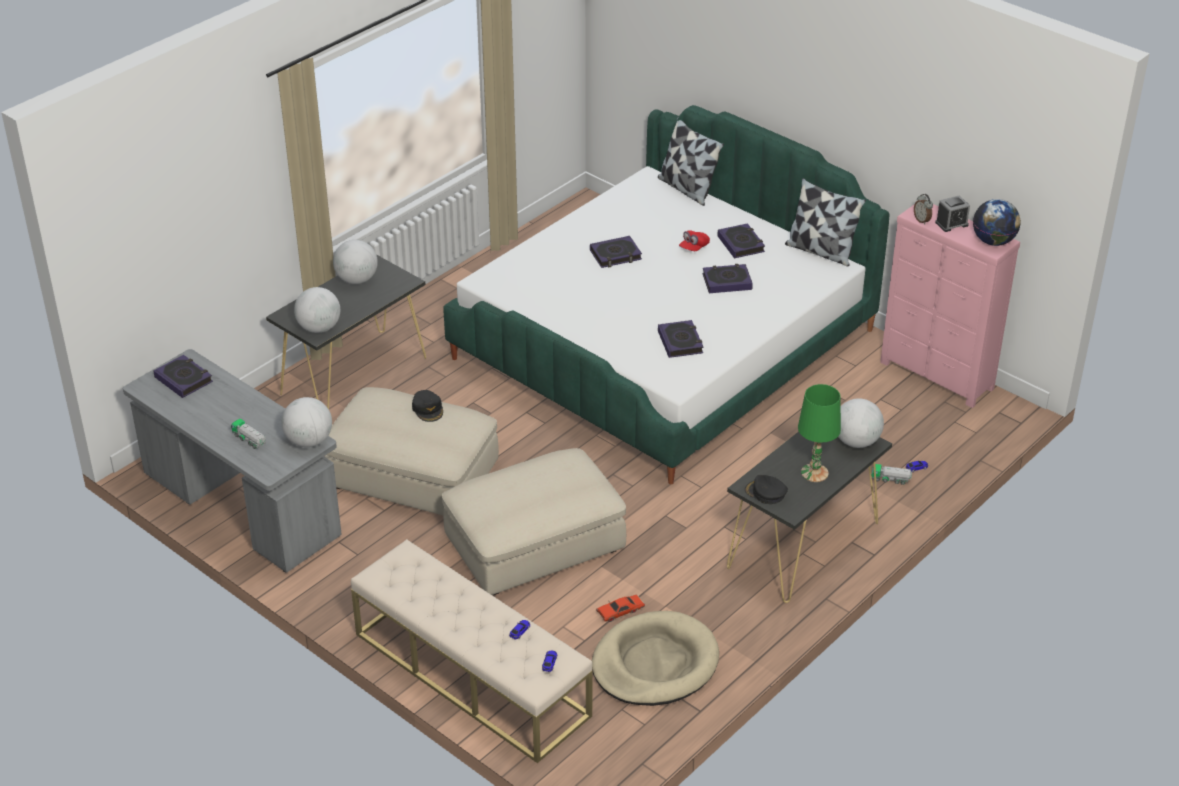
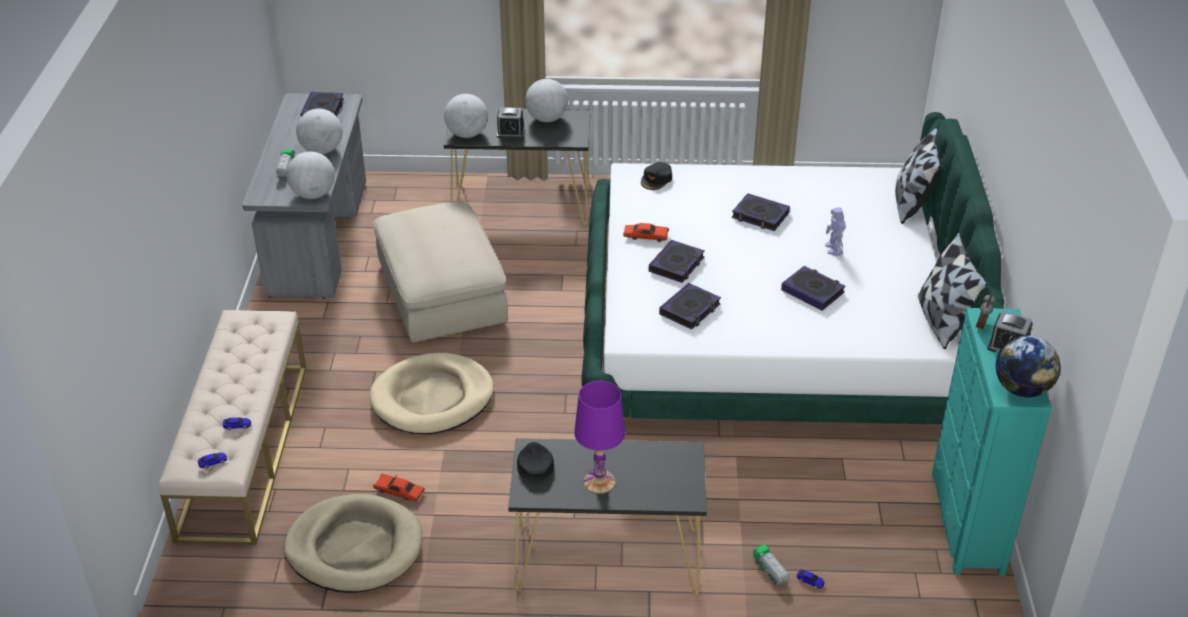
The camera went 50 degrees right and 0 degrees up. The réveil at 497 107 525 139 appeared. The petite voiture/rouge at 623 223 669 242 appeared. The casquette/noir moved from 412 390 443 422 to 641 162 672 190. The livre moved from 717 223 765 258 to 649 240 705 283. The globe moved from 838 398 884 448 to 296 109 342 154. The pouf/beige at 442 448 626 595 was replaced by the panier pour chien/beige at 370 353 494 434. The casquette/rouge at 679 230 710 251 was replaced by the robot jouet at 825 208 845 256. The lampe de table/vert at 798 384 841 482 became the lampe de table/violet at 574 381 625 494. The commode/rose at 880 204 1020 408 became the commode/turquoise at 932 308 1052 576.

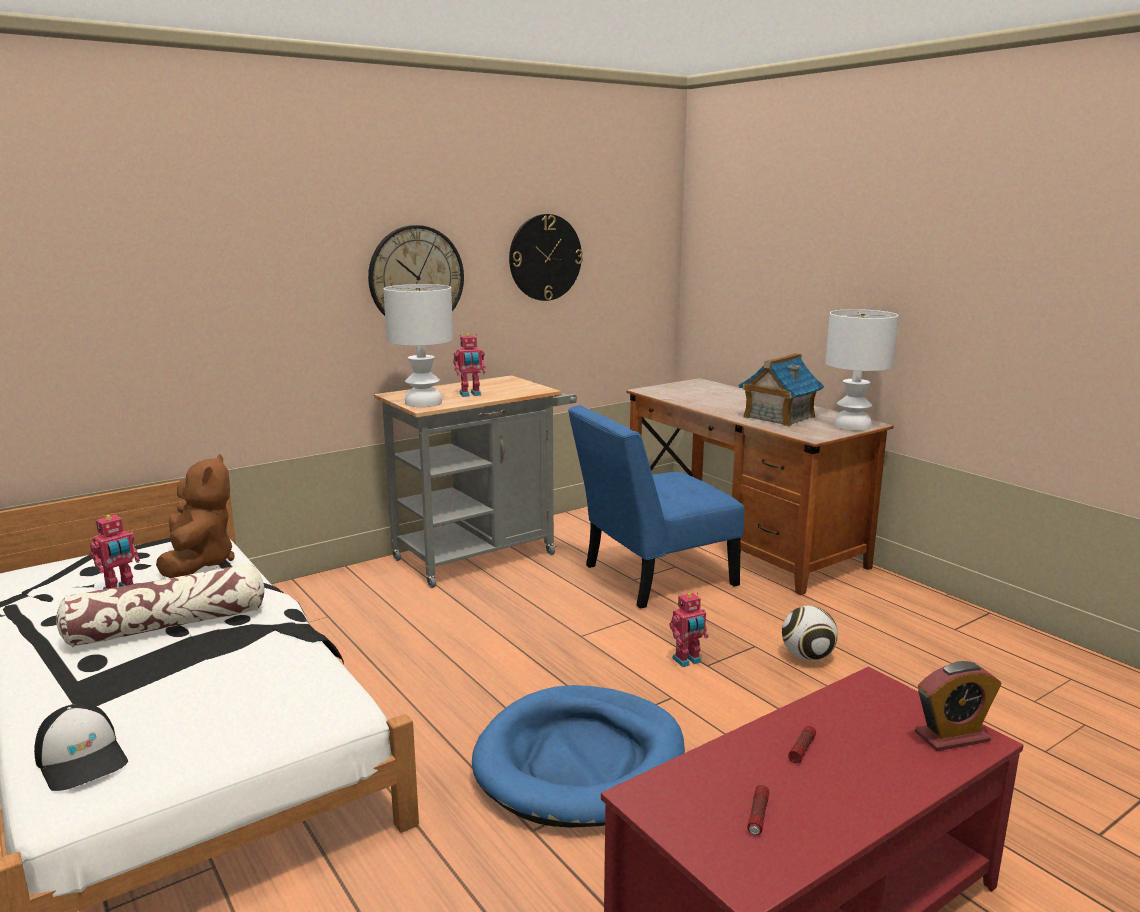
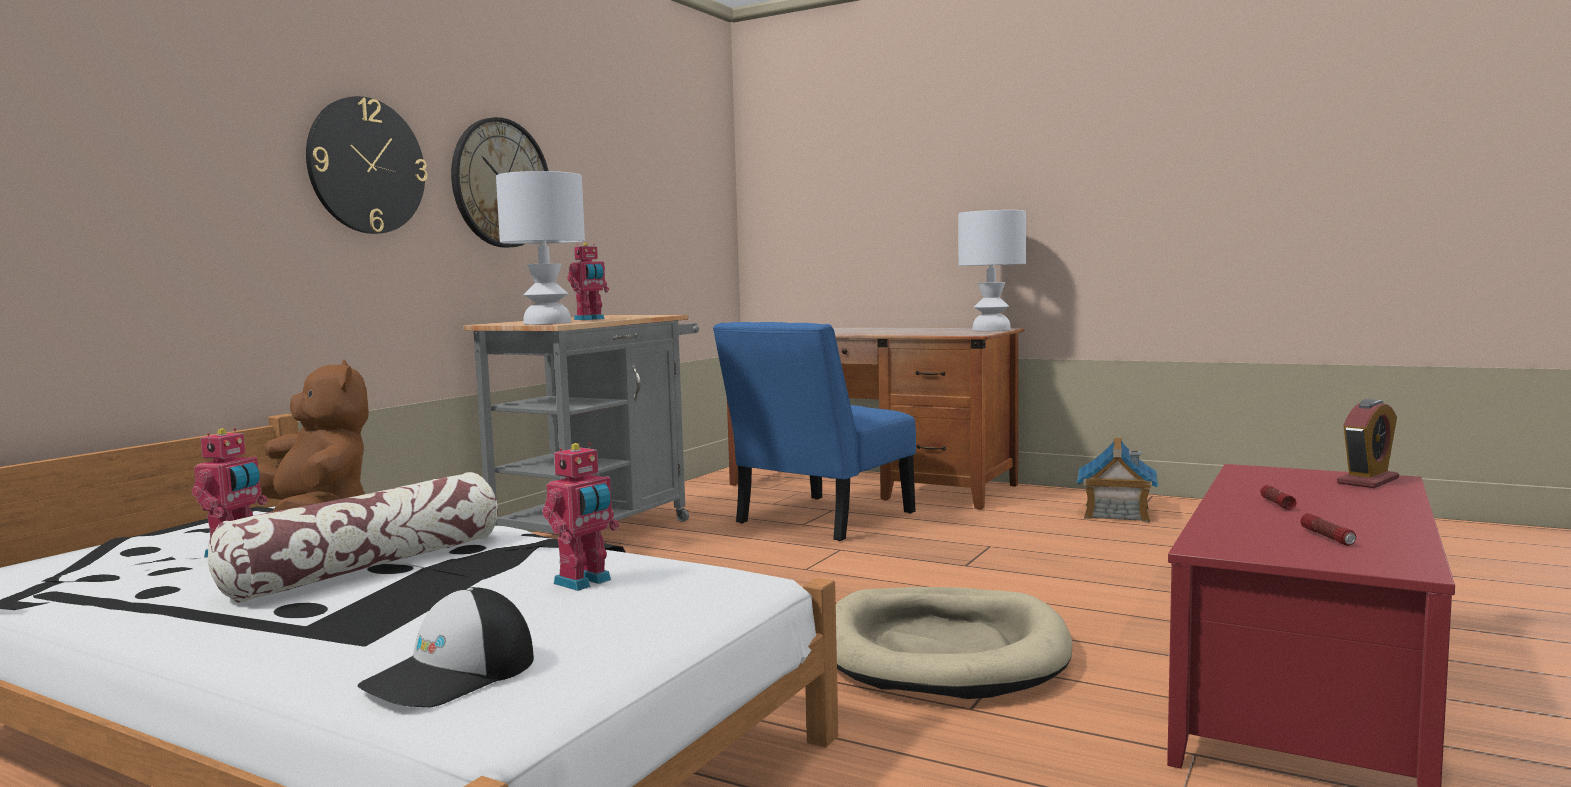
The camera went 25 degrees left and 10 degrees down. The ballon de foot at 782 606 838 661 disappeared. The horloge murale moved from 509 214 583 301 to 306 96 427 234. The robot jouet moved from 669 592 709 667 to 542 443 619 591. The maison miniature moved from 738 353 824 427 to 1077 437 1159 522. The panier pour chien/bleu at 472 685 685 828 became the panier pour chien/beige at 836 587 1073 699. The casquette at 34 703 128 791 turned 105 degrees clockwise.

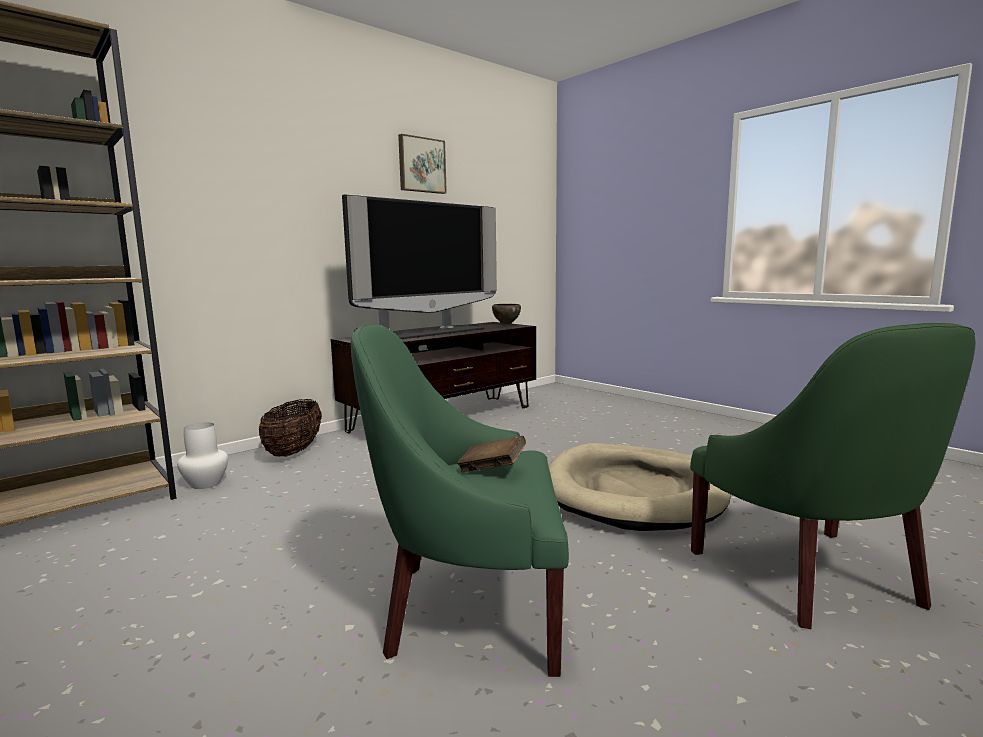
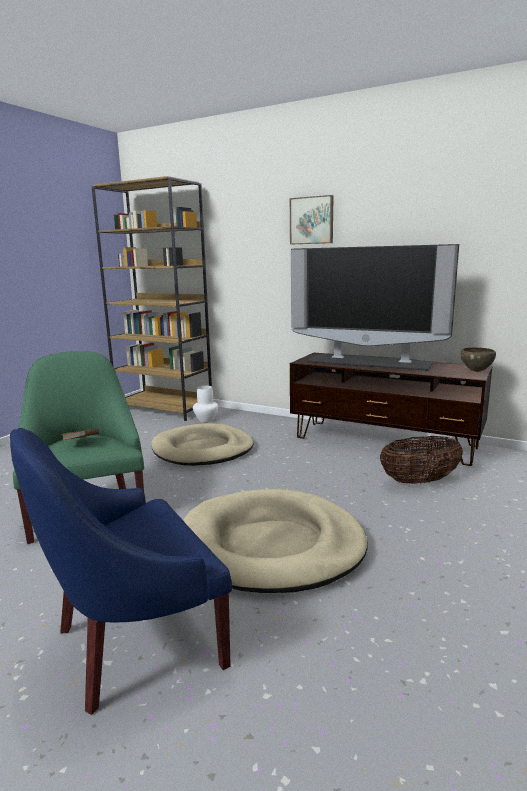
The camera went 70 degrees right and 5 degrees up. The panier pour chien/beige at 151 423 254 466 appeared. The panier moved from 259 399 322 457 to 380 436 463 484. The tableau moved from 398 134 447 194 to 290 195 334 244. The fauteuil/vert at 690 323 975 629 became the fauteuil/bleu at 10 428 232 715.

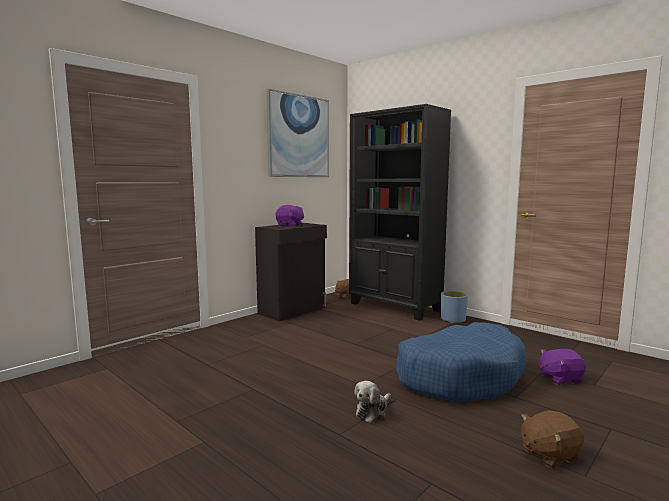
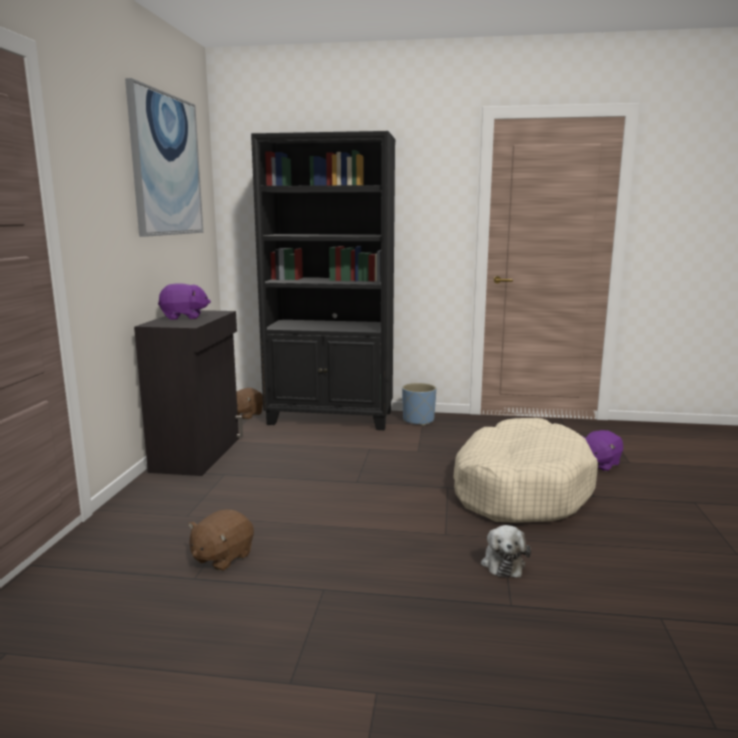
The camera went 35 degrees left and 5 degrees up. The peluche/marron moved from 521 411 585 469 to 188 509 254 571. The panier pour chien/bleu at 396 322 526 402 became the panier pour chien/beige at 453 418 598 523.

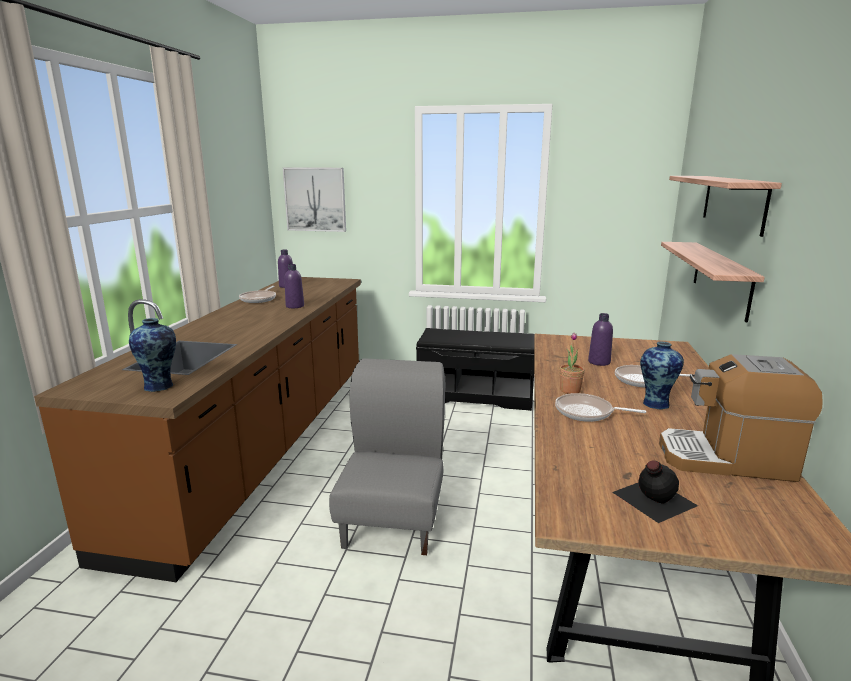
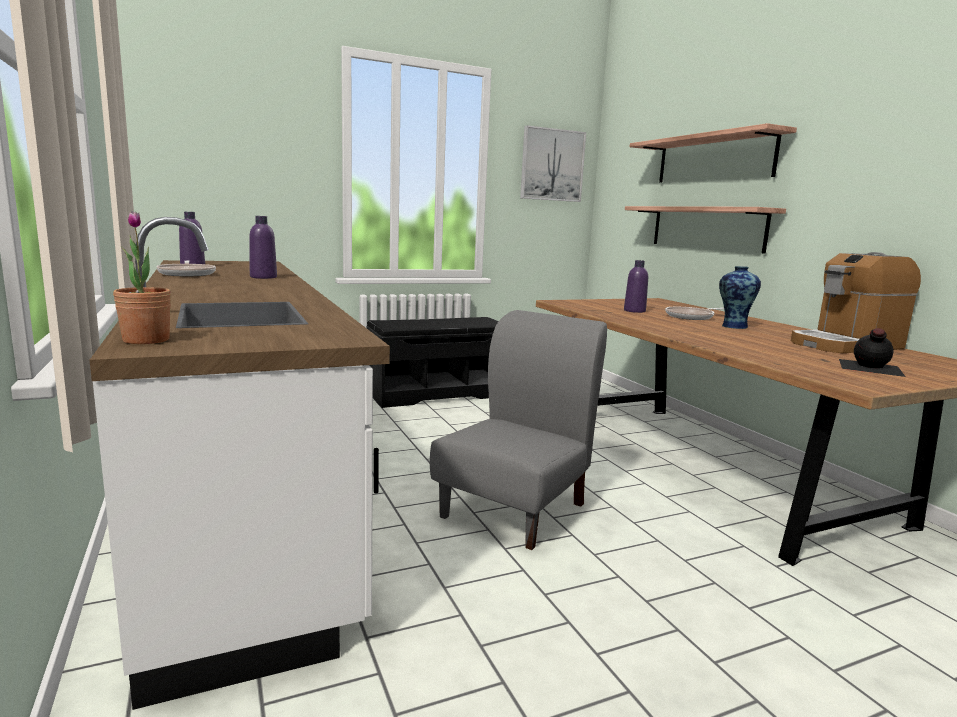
The camera went 35 degrees left and 5 degrees down. The vase at 129 318 176 392 disappeared. The poêle at 555 393 646 422 disappeared. The tableau moved from 283 168 346 232 to 520 125 586 202. The plante en pot moved from 560 332 585 394 to 113 211 171 344. The comptoir de cuisine/marron at 34 277 361 582 became the comptoir de cuisine/blanc at 90 217 390 710. The chaise/gris at 329 358 445 555 turned 60 degrees clockwise.

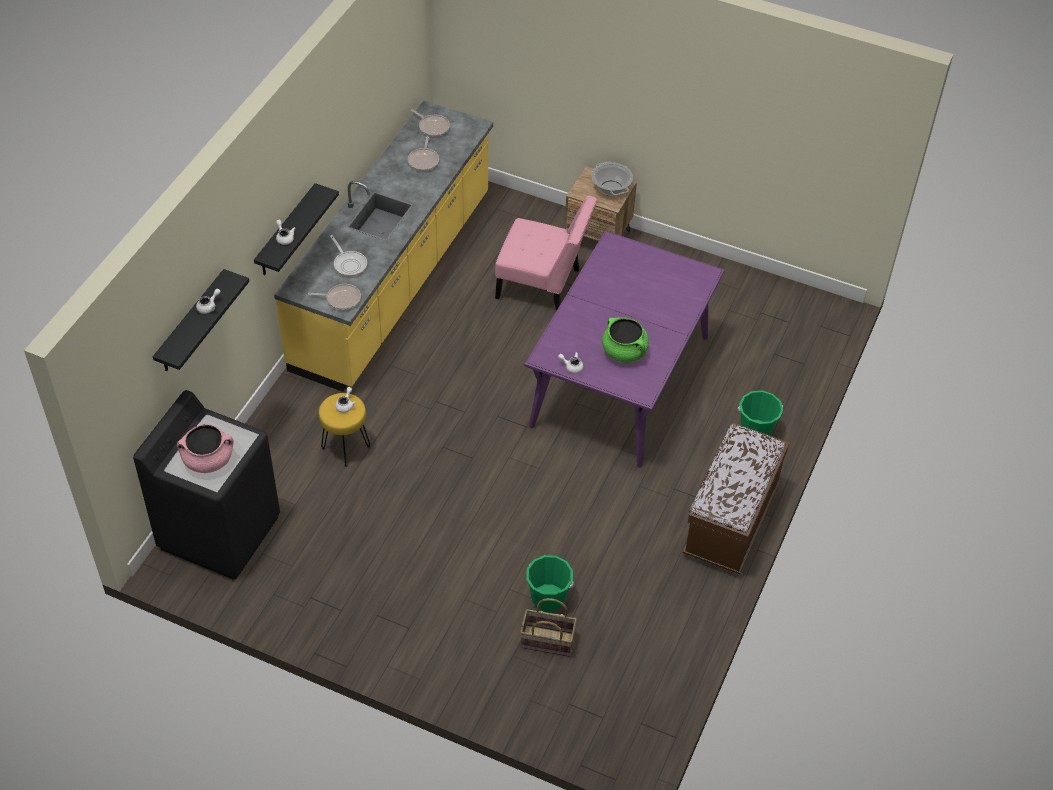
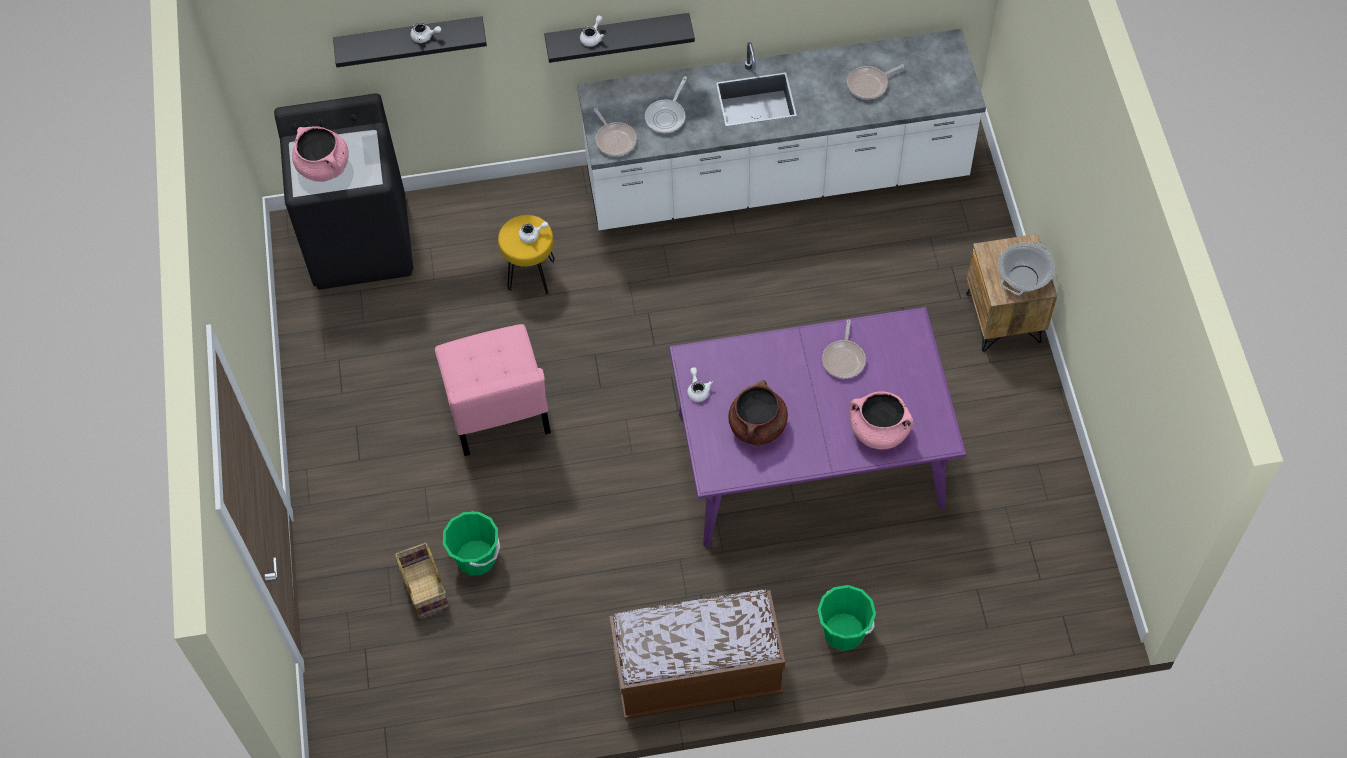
The camera went 60 degrees right and 10 degrees up. The marmite/rose at 850 391 913 449 appeared. The poêle moved from 411 109 450 136 to 822 320 866 379. The chaise/rose moved from 495 196 597 311 to 435 324 551 456. The comptoir de cuisine/jaune at 274 101 493 392 became the comptoir de cuisine/blanc at 577 29 986 230. The marmite/vert at 602 318 649 363 became the marmite/marron at 729 380 788 446.

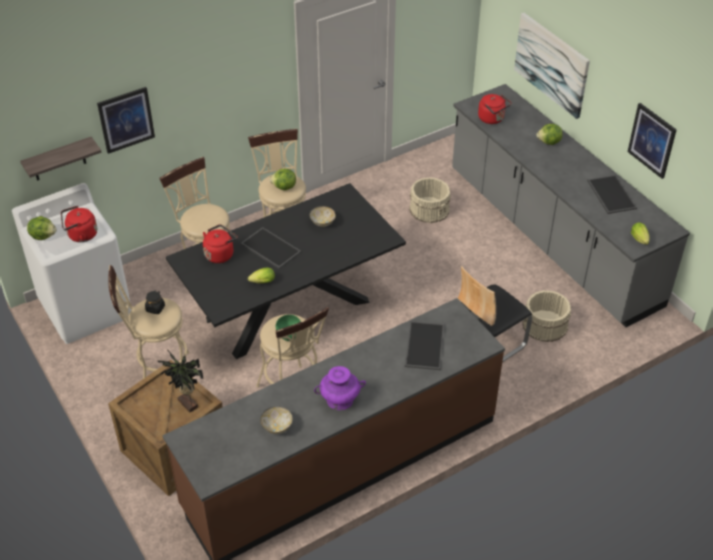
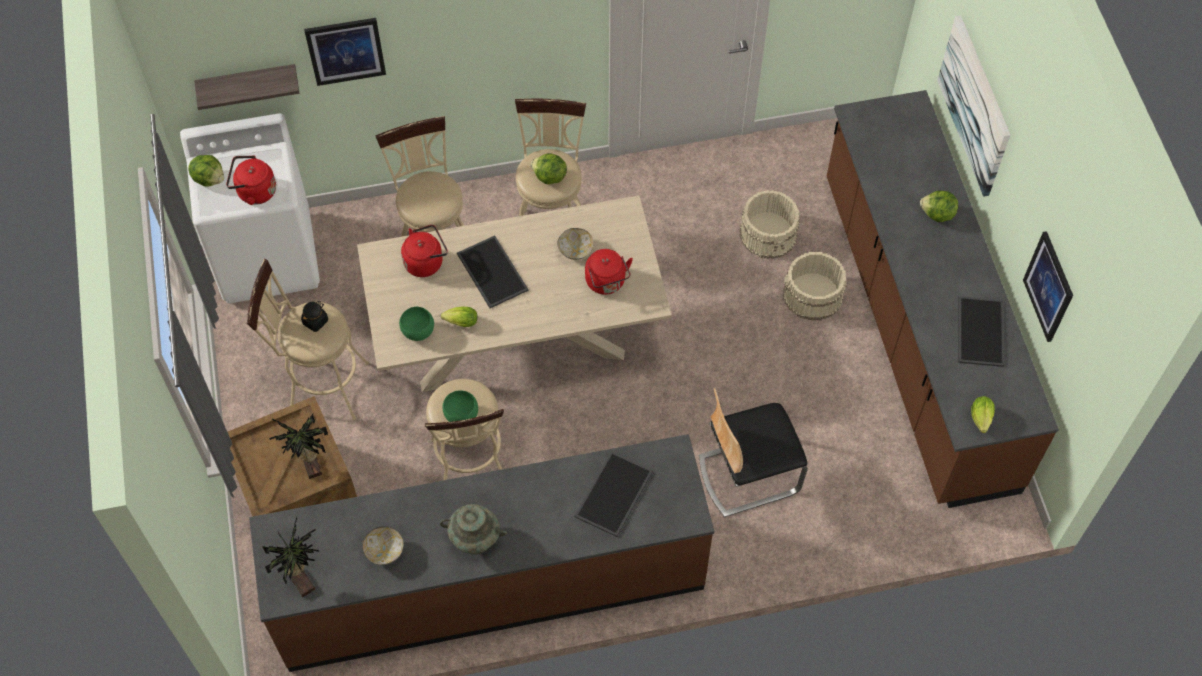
The camera went 20 degrees right and 15 degrees up. The plante en pot at 262 517 319 598 appeared. The bol/vert at 399 307 434 341 appeared. The bouilloire/rouge moved from 478 94 511 124 to 585 249 633 295. The seau/beige moved from 523 290 571 342 to 783 252 847 320. The table à manger/noir at 166 183 406 359 became the table à manger/beige at 357 196 672 392. The vase/violet at 314 366 366 410 became the vase/turquoise at 440 504 507 555. The comptoir de cuisine/gris at 452 84 690 327 became the comptoir de cuisine/marron at 827 90 1059 508.

